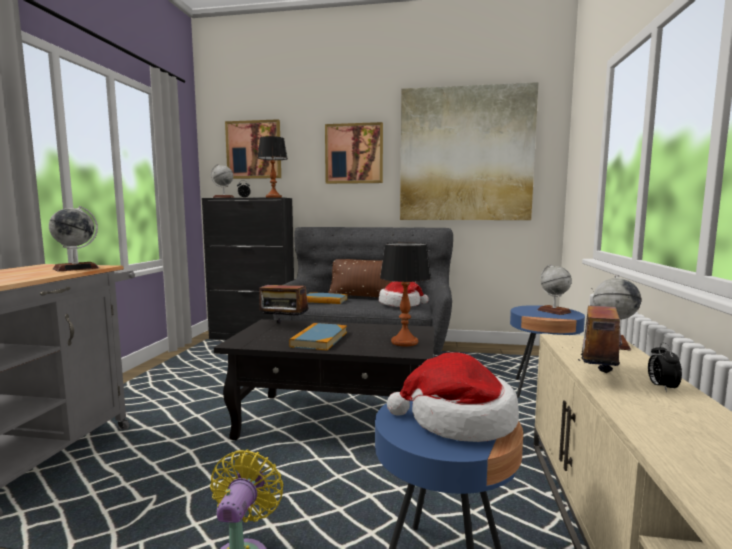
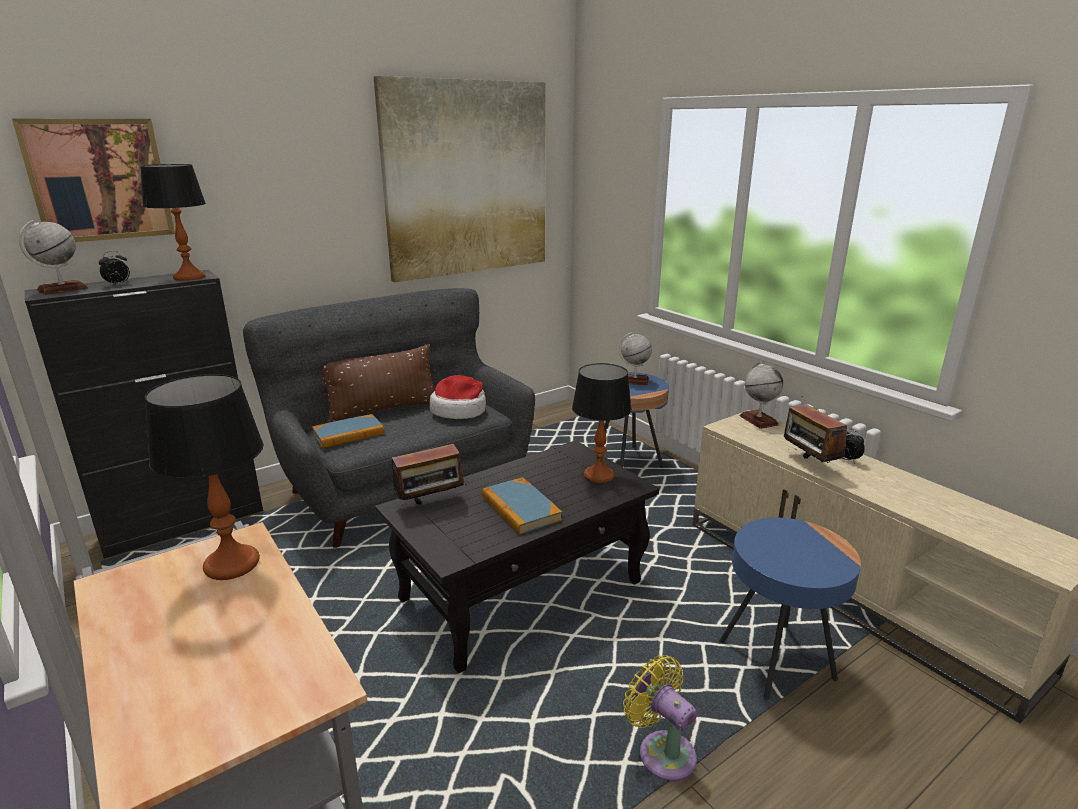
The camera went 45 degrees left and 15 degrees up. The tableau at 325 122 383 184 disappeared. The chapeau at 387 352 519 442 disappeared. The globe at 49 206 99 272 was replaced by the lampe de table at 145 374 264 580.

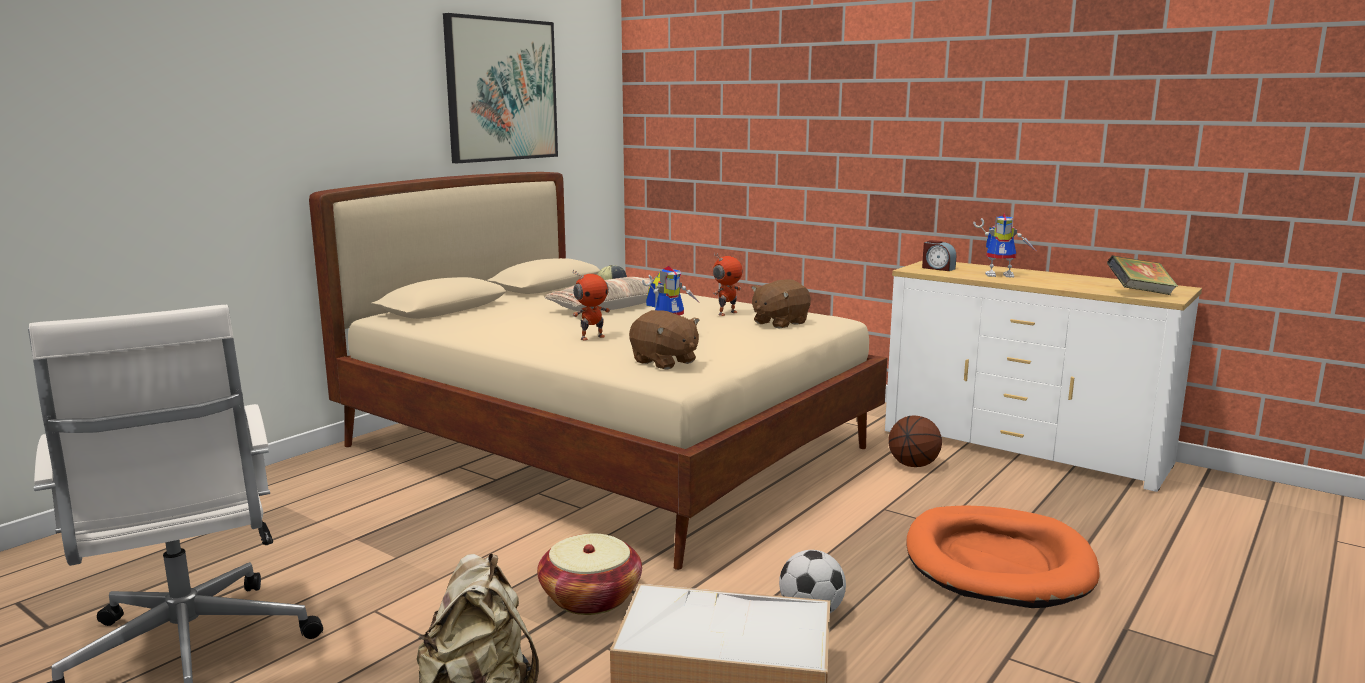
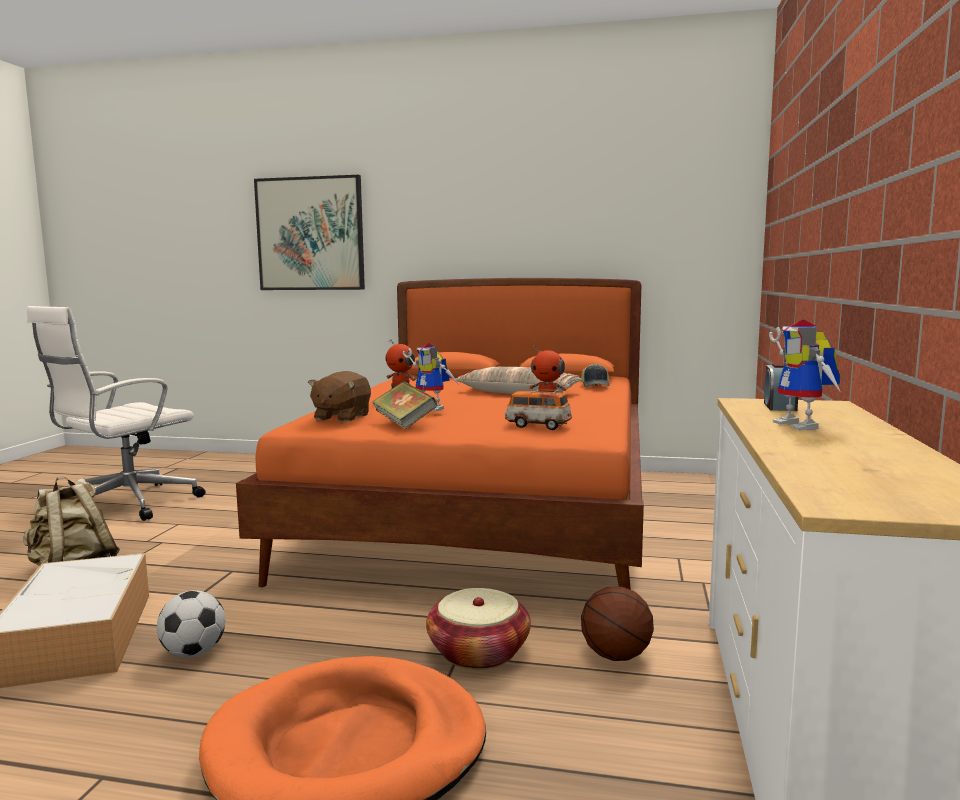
The camera went 65 degrees right and 5 degrees down. The tableau moved from 443 13 558 163 to 254 175 365 290. The panier moved from 537 533 642 615 to 426 588 531 670. The livre moved from 1107 255 1178 295 to 371 381 437 430. The peluche/marron at 751 279 811 329 was replaced by the petite voiture at 505 389 572 430. The lit/beige at 309 172 887 570 became the lit/orange at 236 278 644 590.

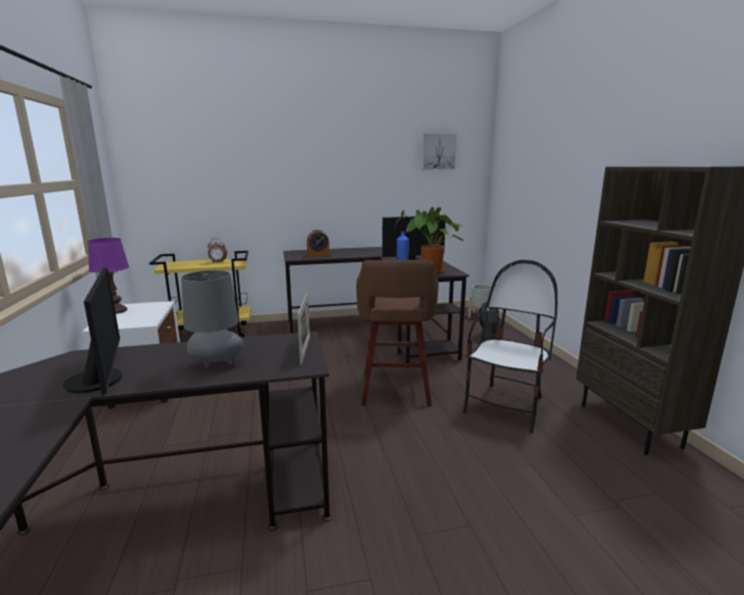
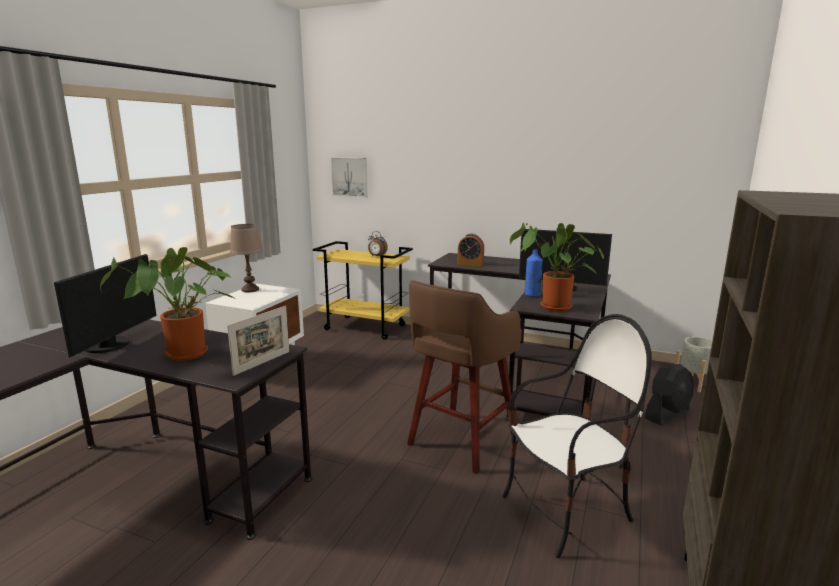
The camera went 35 degrees right and 0 degrees up. The tableau moved from 421 133 457 170 to 331 157 367 198. The lampe de table/gris at 181 270 244 368 was replaced by the plante en pot at 100 247 234 361. The lampe de table/violet at 88 238 129 314 became the lampe de table/marron at 230 224 263 292.

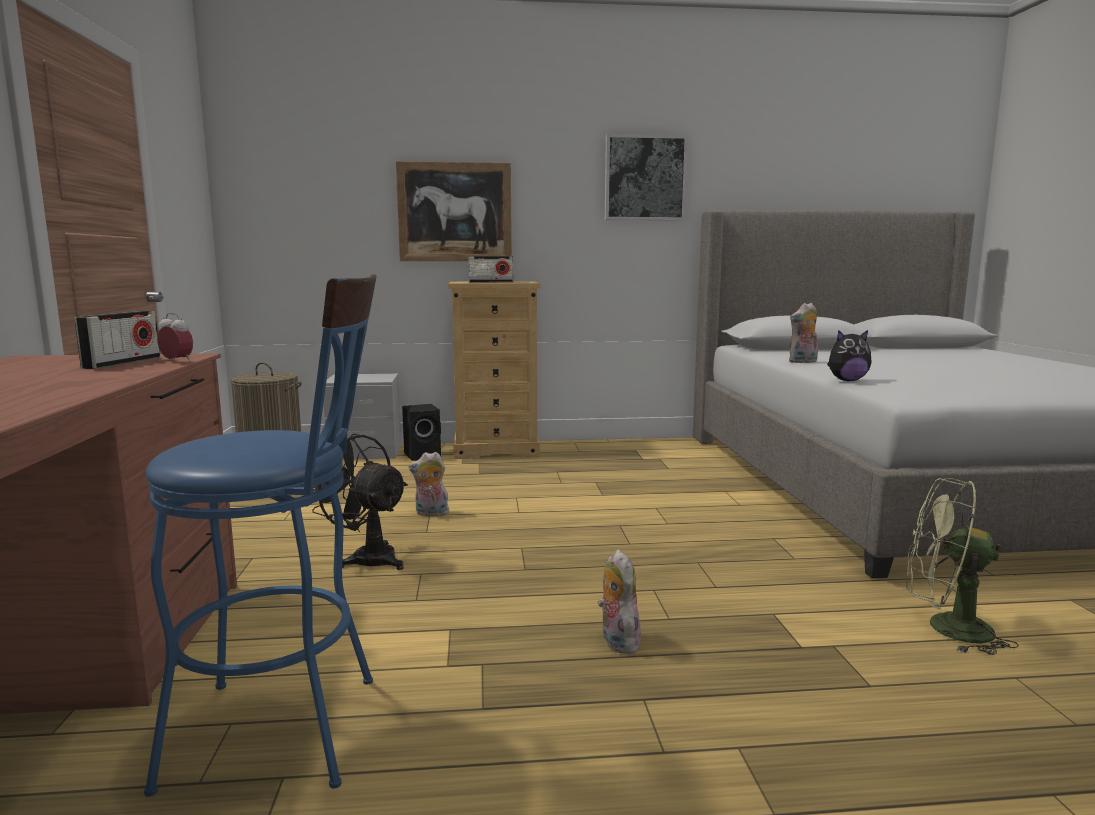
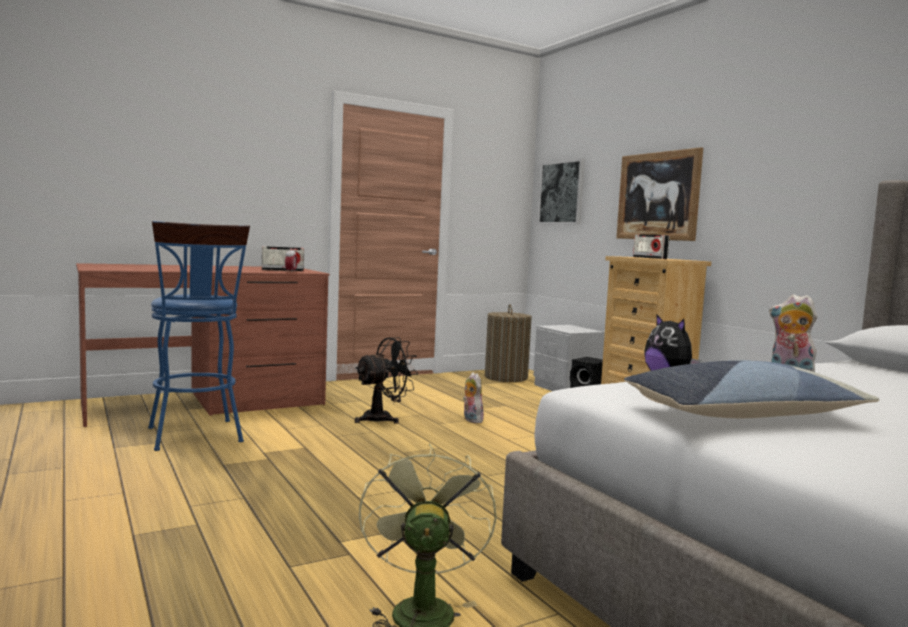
The camera went 65 degrees right and 5 degrees down. The peluche at 598 549 642 654 disappeared. The coussin at 624 361 879 418 appeared. The tableau moved from 605 134 688 220 to 538 159 585 225. The ventilateur/noir at 312 434 408 570 turned 45 degrees clockwise.

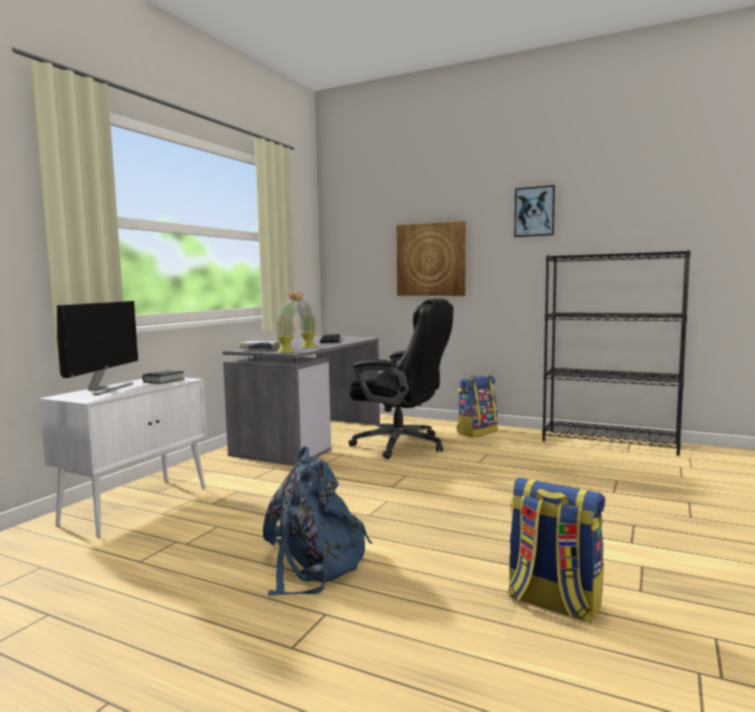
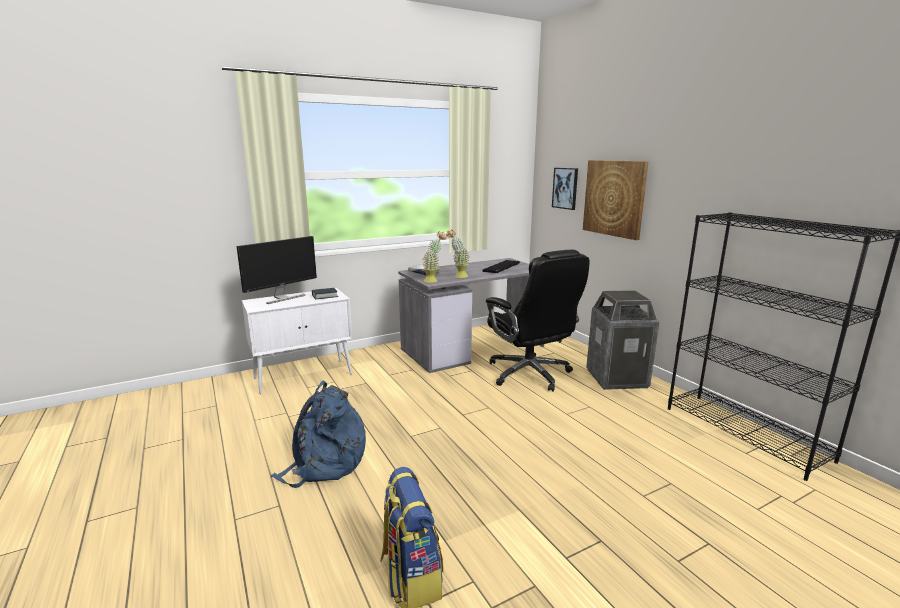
The camera went 35 degrees right and 10 degrees up. The tableau moved from 515 185 555 237 to 552 168 578 210. The sac à dos at 457 374 498 438 was replaced by the poubelle at 586 290 659 390.

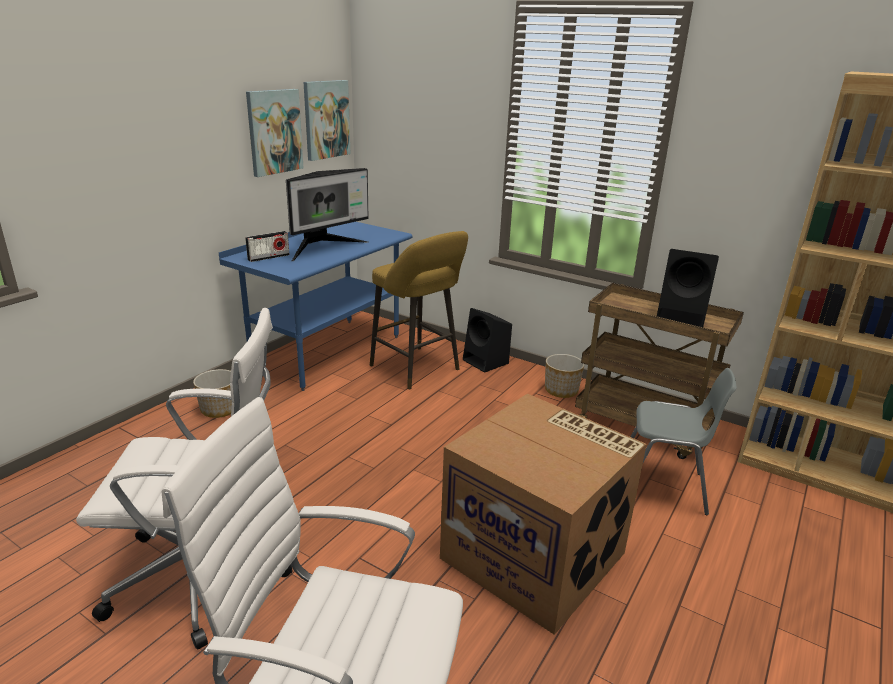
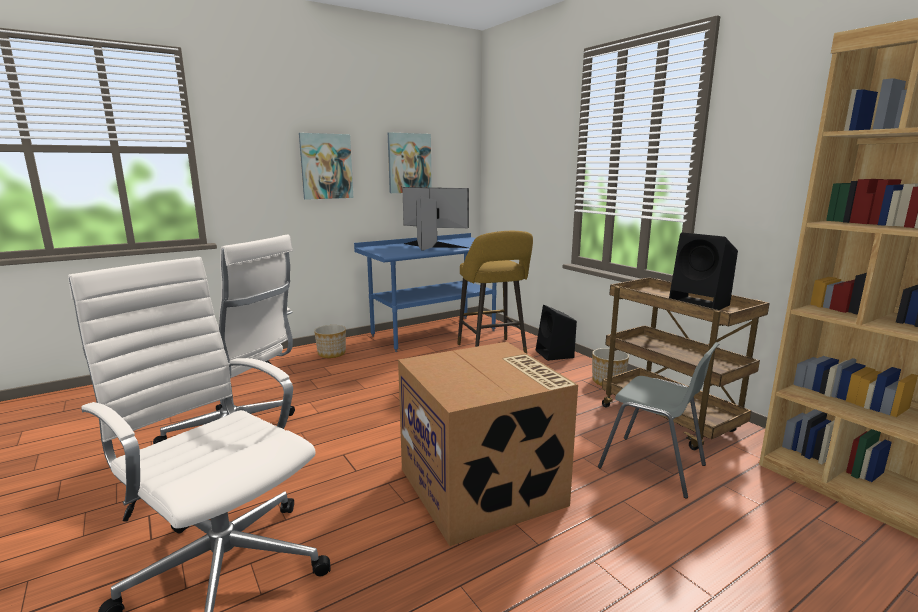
The camera went 25 degrees right and 10 degrees down. The radio at 245 231 290 262 disappeared. The tableau moved from 303 80 350 161 to 299 133 353 200. The écran d'ordinateur at 286 168 369 261 turned 135 degrees counterclockwise.

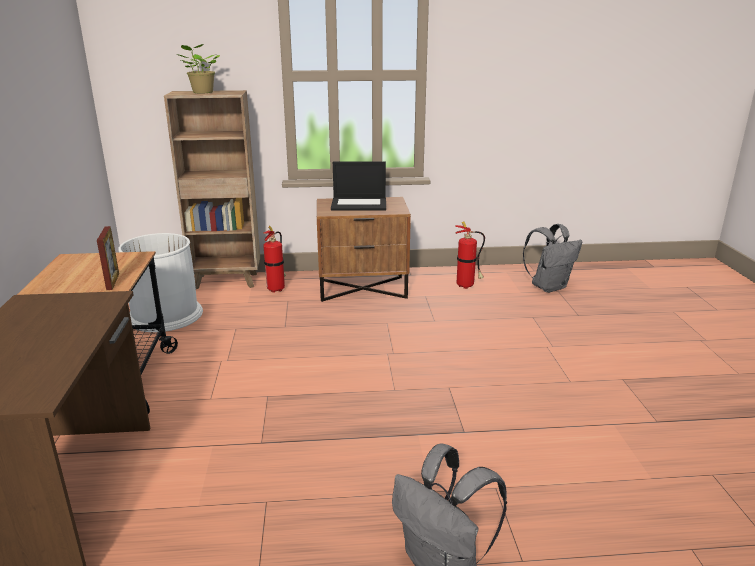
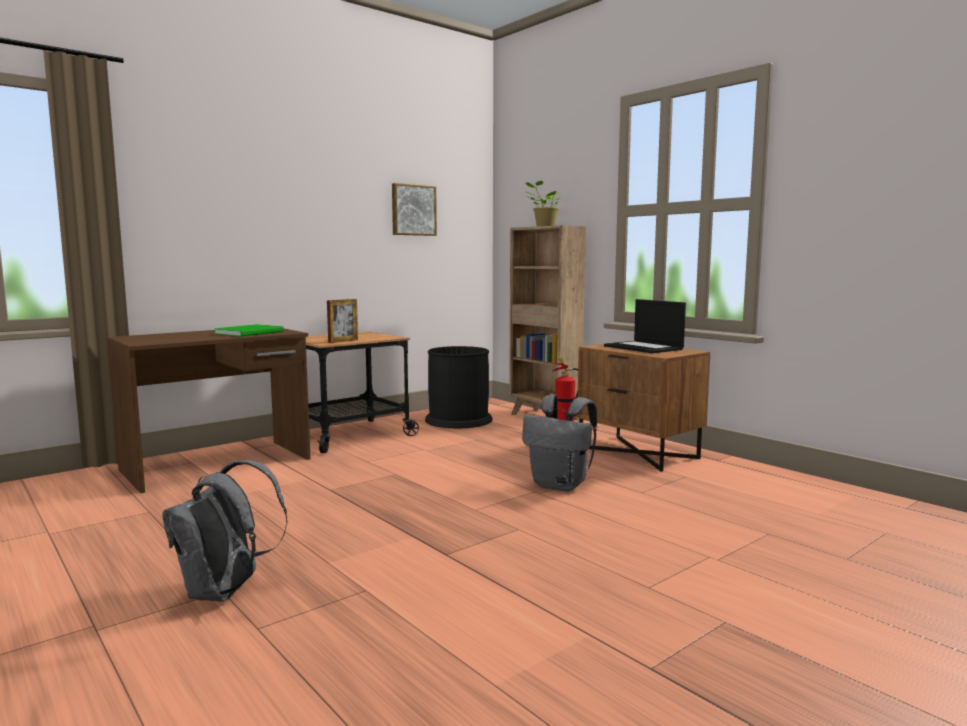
The camera went 55 degrees right and 15 degrees down. The extincteur at 455 221 485 289 disappeared. The livre/vert at 214 324 284 336 appeared. The tableau at 392 183 437 236 appeared. The sac à dos/gris moved from 523 224 582 293 to 522 395 597 491. The poubelle/blanc at 118 233 203 332 became the poubelle/noir at 425 346 493 428.

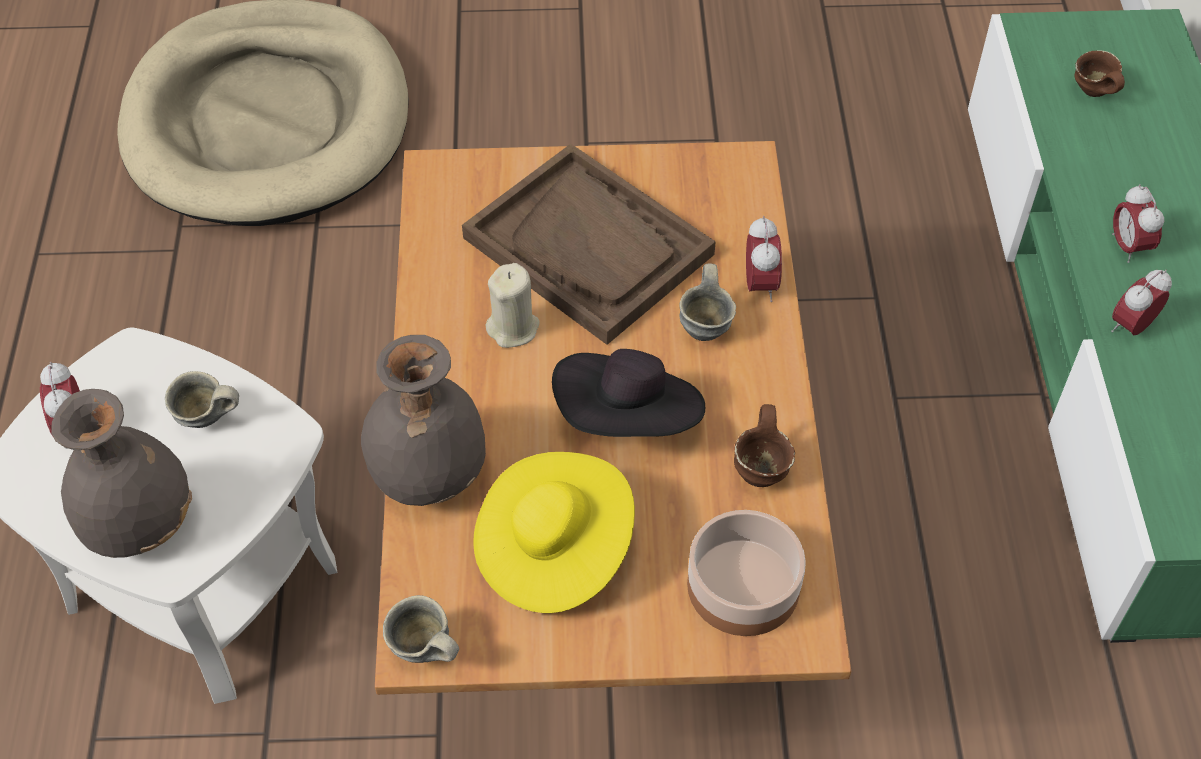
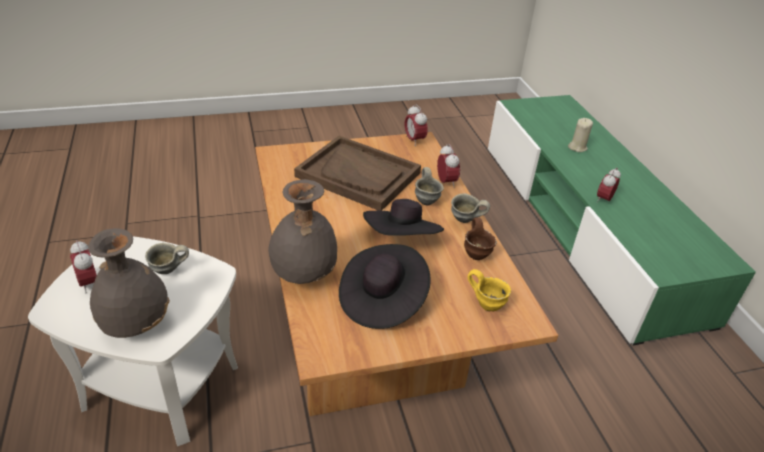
The camera went 15 degrees left and 15 degrees down. The panier pour chien/beige at 117 0 409 226 disappeared. The mug/marron at 1074 50 1125 97 disappeared. The mug/gris moved from 383 595 459 663 to 451 193 490 223. The bougie/beige moved from 486 263 539 348 to 568 118 593 152. The réveil moved from 1112 184 1164 263 to 405 104 428 146. The bol at 687 510 806 636 was replaced by the mug/jaune at 467 269 511 311. The chapeau/jaune at 473 452 635 613 became the chapeau/noir at 339 244 431 329.

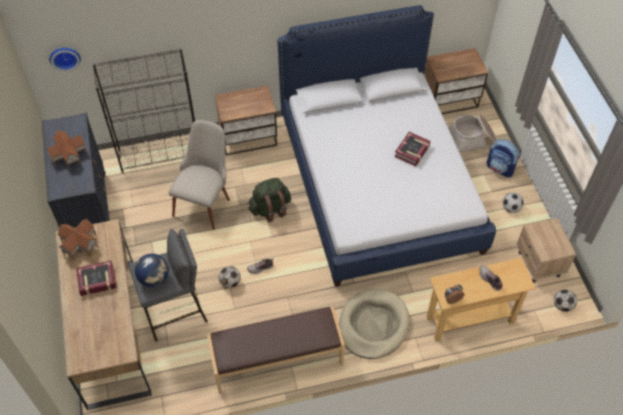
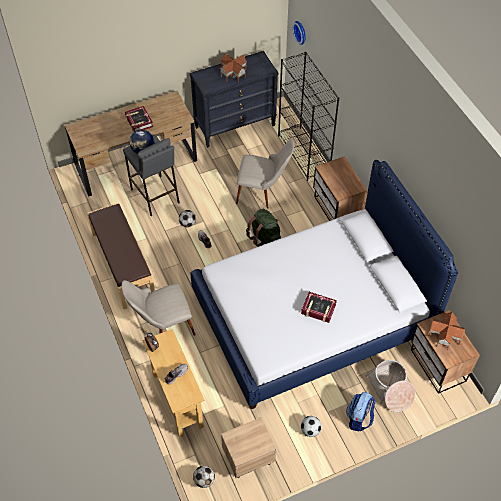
The camera went 80 degrees right and 0 degrees up. The maison miniature moved from 57 219 98 261 to 429 312 465 350. The panier pour chien/beige at 339 289 410 359 was replaced by the chaise/beige at 121 280 196 336.

